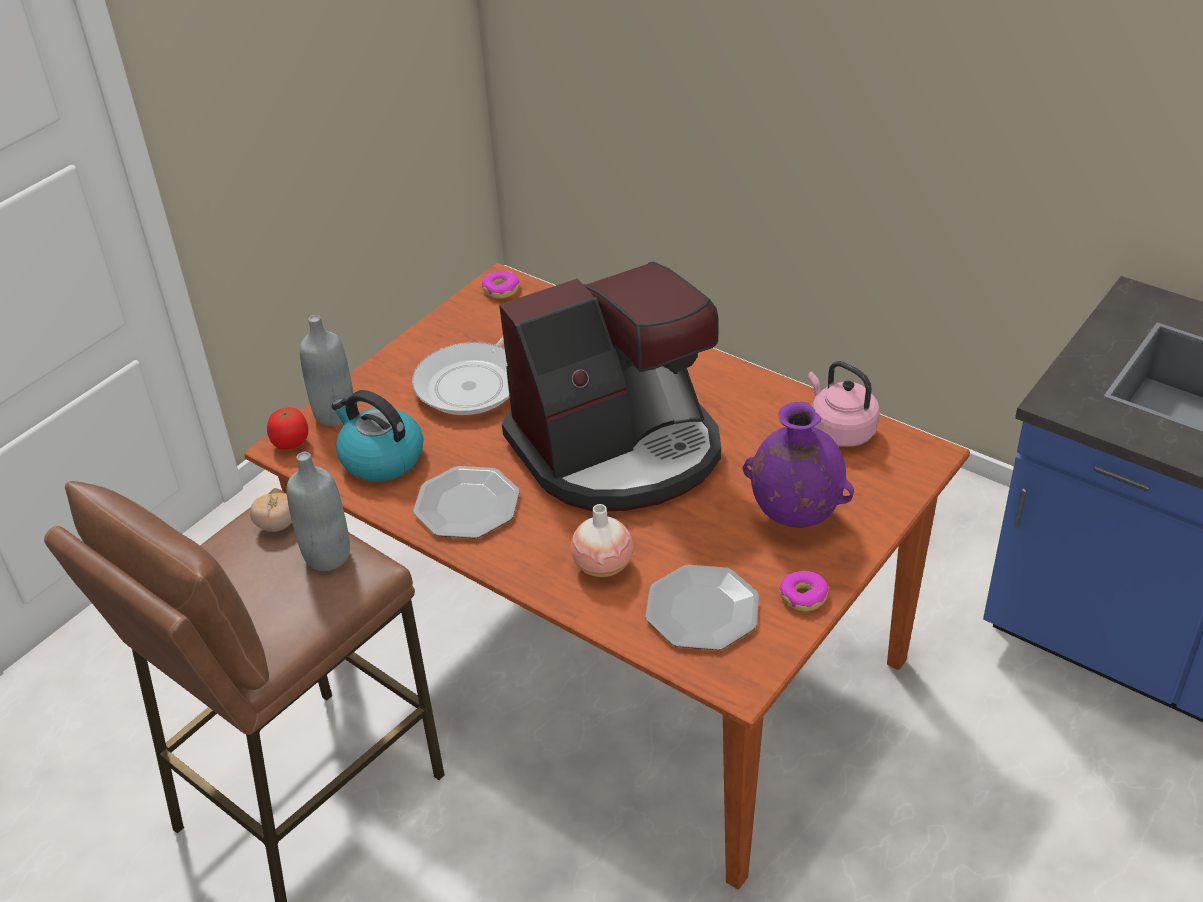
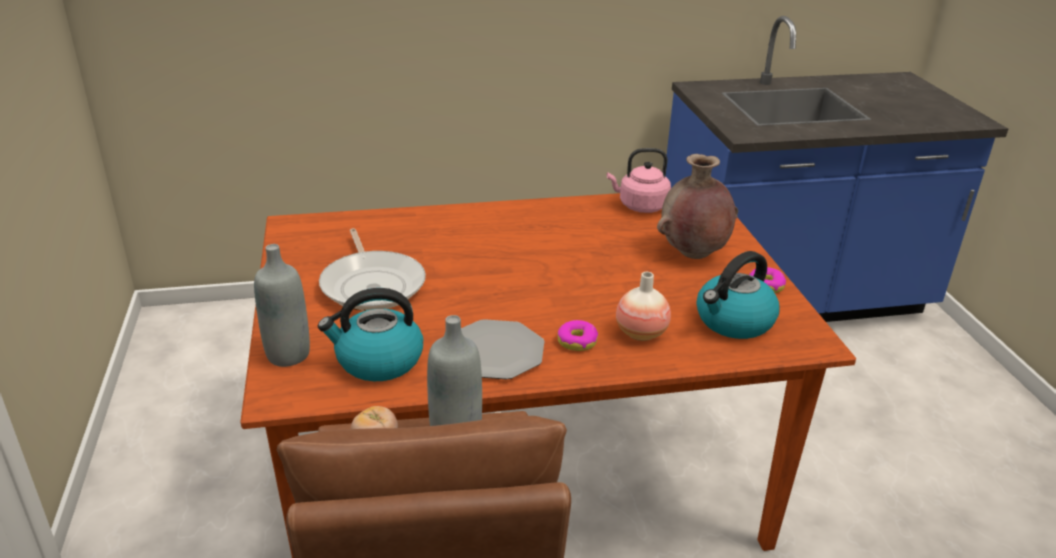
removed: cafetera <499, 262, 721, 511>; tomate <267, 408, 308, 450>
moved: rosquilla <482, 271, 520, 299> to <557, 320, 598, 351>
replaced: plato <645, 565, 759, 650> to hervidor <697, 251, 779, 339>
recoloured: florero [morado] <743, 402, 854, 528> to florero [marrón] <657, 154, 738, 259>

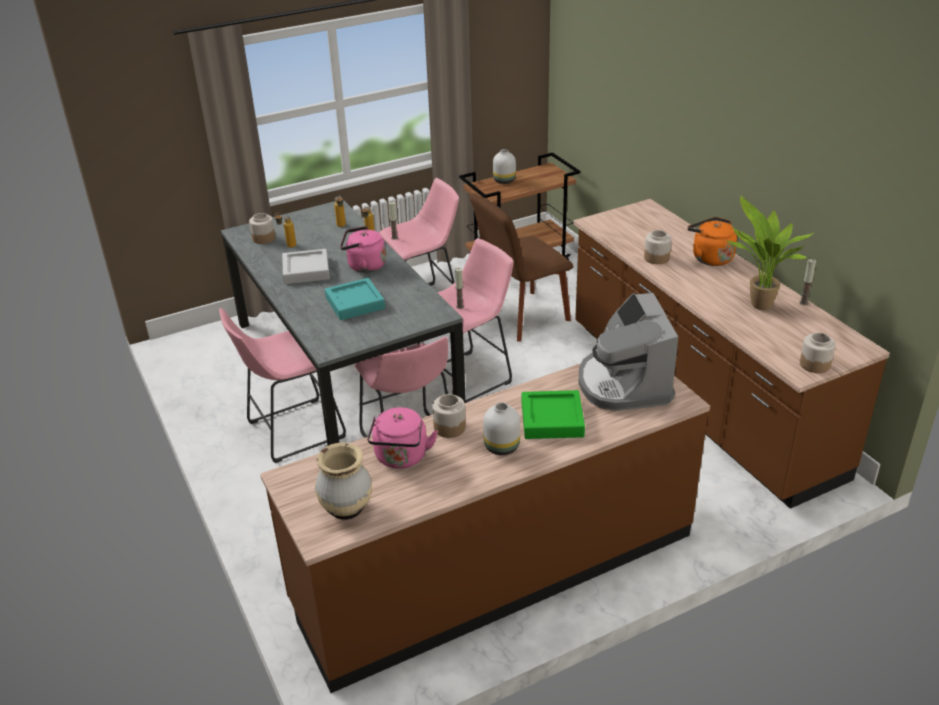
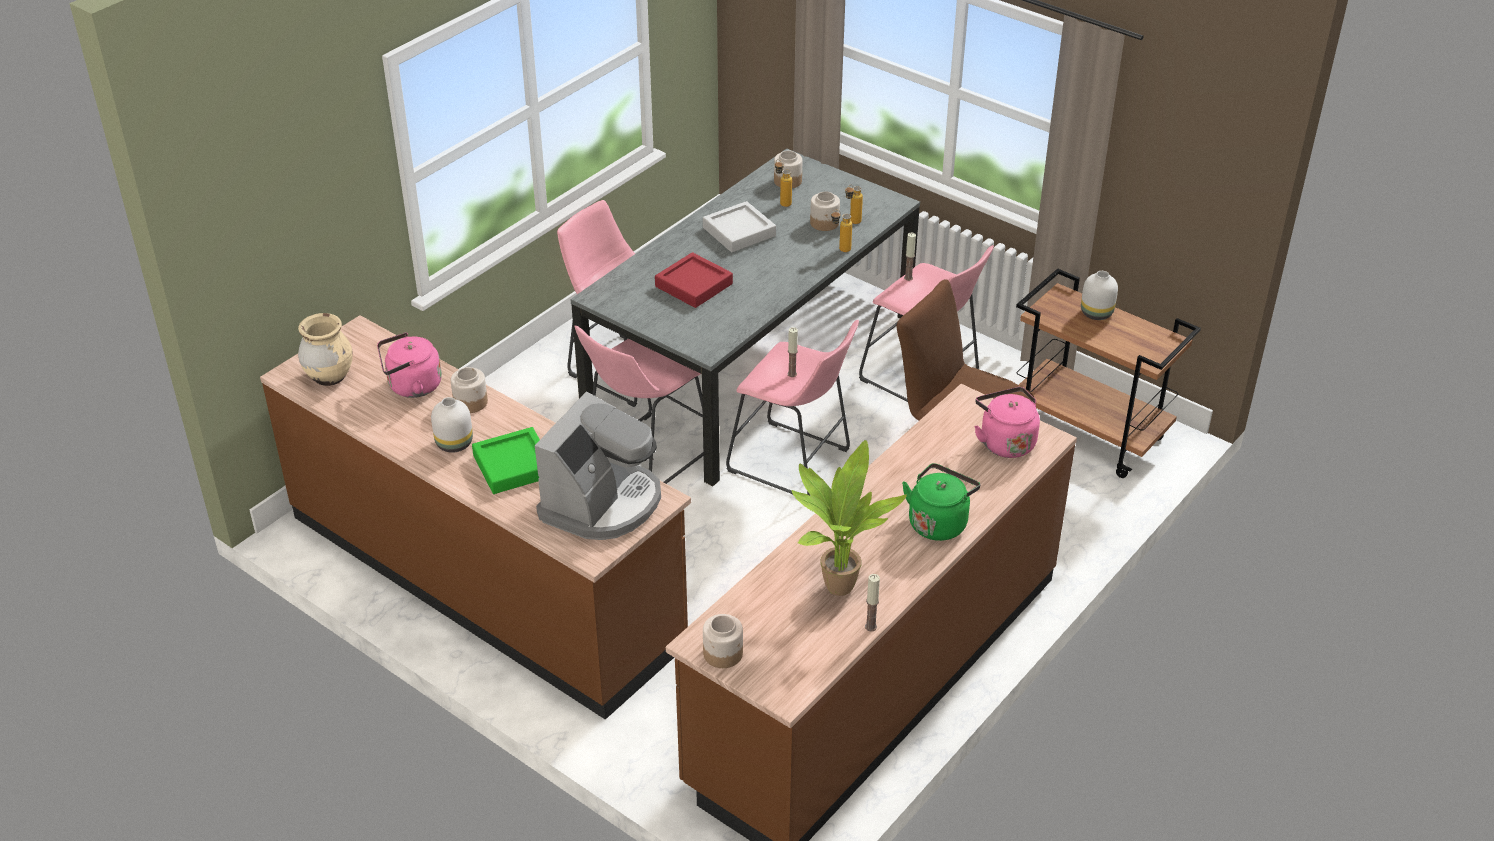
moved: hervidor [rosa] <340, 226, 386, 273> to <974, 387, 1040, 458>; tarro <644, 230, 672, 264> to <810, 192, 840, 231>
recoloured: hervidor [naranja] <687, 217, 737, 266> to hervidor [verde] <902, 463, 980, 541>; bandeja [turquesa] <325, 278, 385, 320> to bandeja [rojo] <655, 252, 733, 308>
turned: cafetera <579, 293, 678, 411> = <535, 391, 661, 540> 150 degrees clockwise

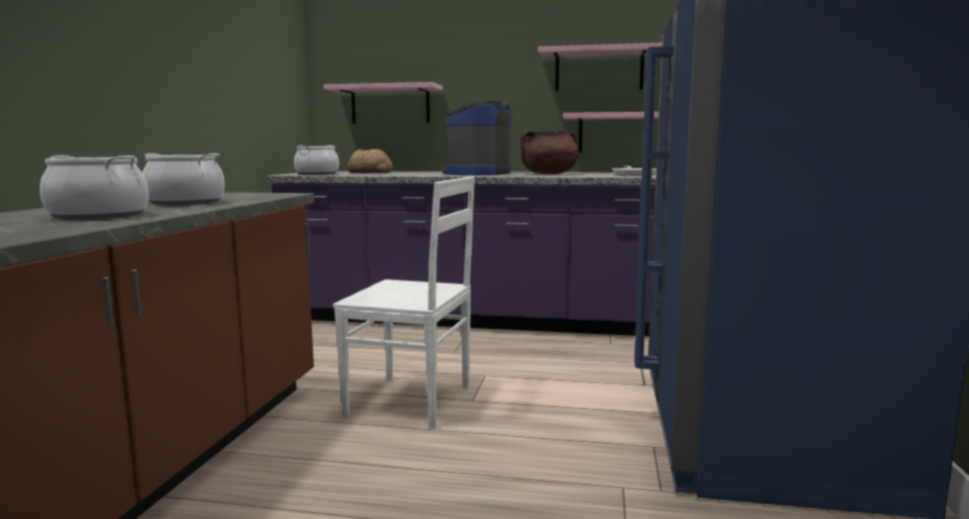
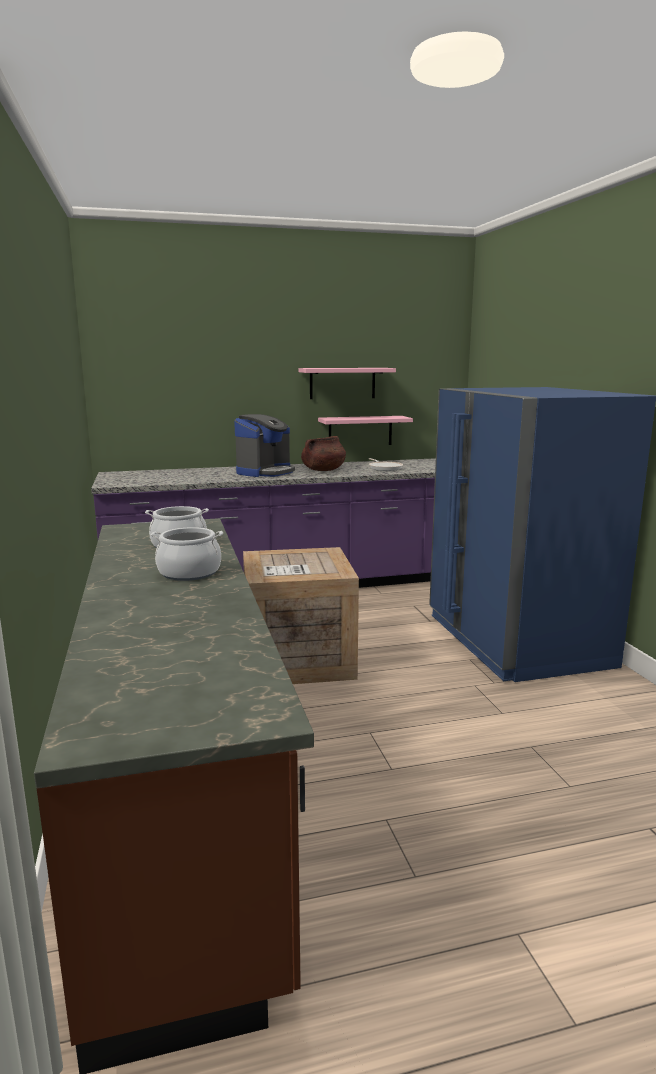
removed: estante [rosa] <323, 82, 442, 124>; olla <294, 145, 339, 175>; pan <347, 149, 393, 173>
replaced: silla [blanco] <333, 176, 475, 429> to caja de embalaje <243, 547, 359, 684>
turned: cafetera <440, 101, 512, 175> = <234, 414, 295, 477> 150 degrees counterclockwise

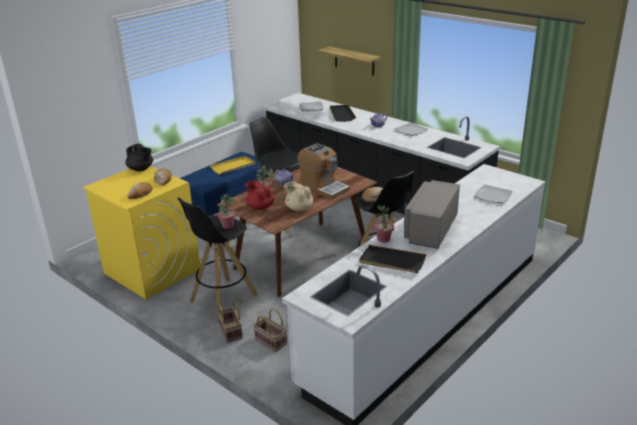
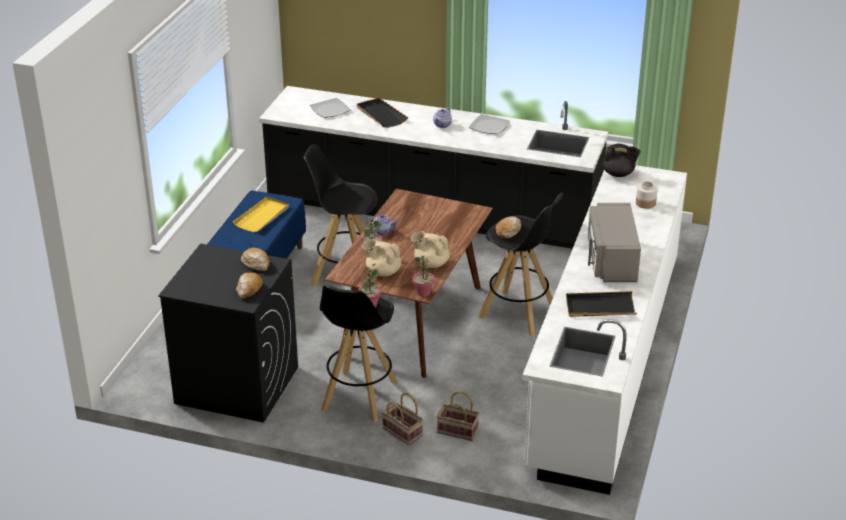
removed: estante <318, 46, 380, 76>; cafetera <297, 143, 350, 200>
moved: tetera [negro] <126, 144, 153, 171> to <603, 144, 641, 177>; planta en maceta <374, 205, 394, 243> to <412, 256, 435, 297>
replaced: plato <474, 185, 512, 203> to tarro <636, 181, 658, 209>
recoloured: lavadora [amarillo] <83, 166, 200, 300> to lavadora [negro] <158, 244, 298, 423>; tetera [rojo] <245, 180, 274, 210> to tetera [beis] <362, 239, 401, 276>

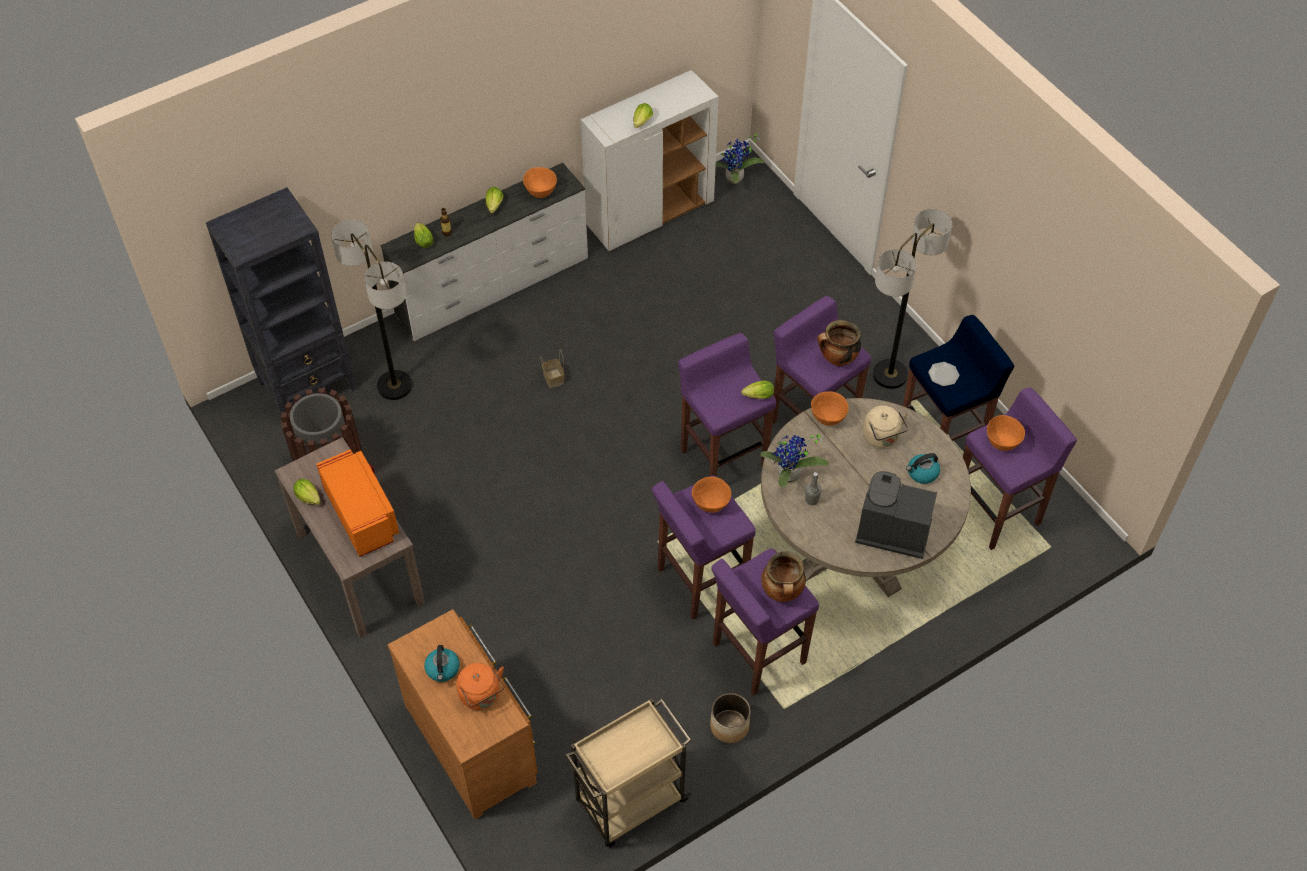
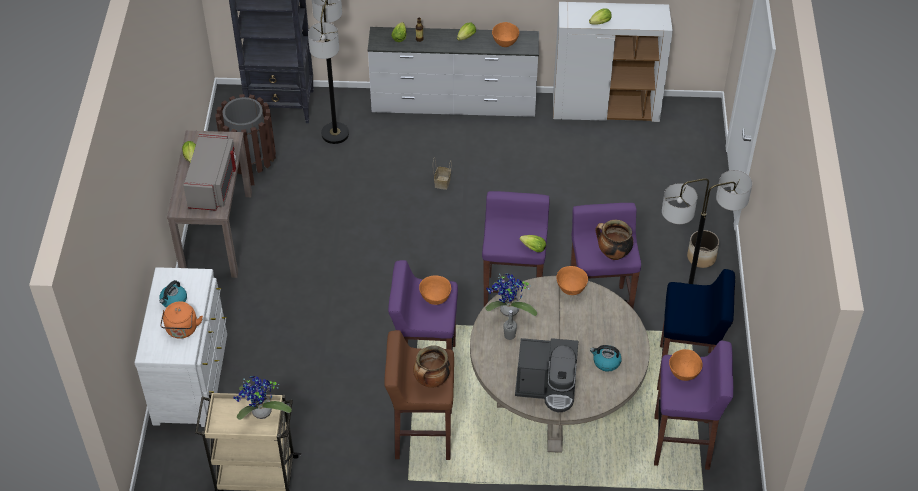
removed: plato <928, 362, 959, 386>; hervidor [beis] <863, 405, 908, 448>
moved: planta en maceta <716, 134, 764, 184> to <233, 376, 292, 420>; maceta <710, 693, 750, 743> to <687, 230, 719, 268>
recoloured: microondas [naranja] <316, 449, 399, 557> to microondas [gris] <183, 133, 237, 211>; taburete [morado] <711, 548, 819, 696> to taburete [marrón] <384, 330, 454, 460>; cómoda [marrón] <387, 609, 537, 820> to cómoda [blanco] <134, 267, 227, 427>
turned: cafetera <855, 471, 937, 559> = <515, 338, 578, 412> 135 degrees clockwise

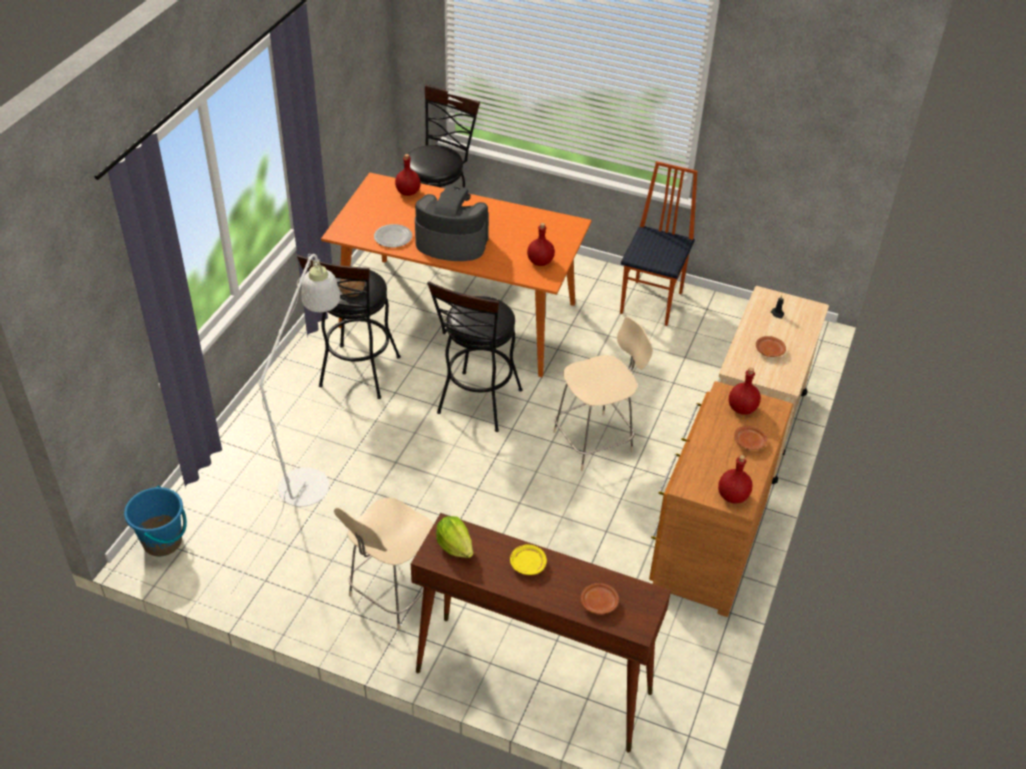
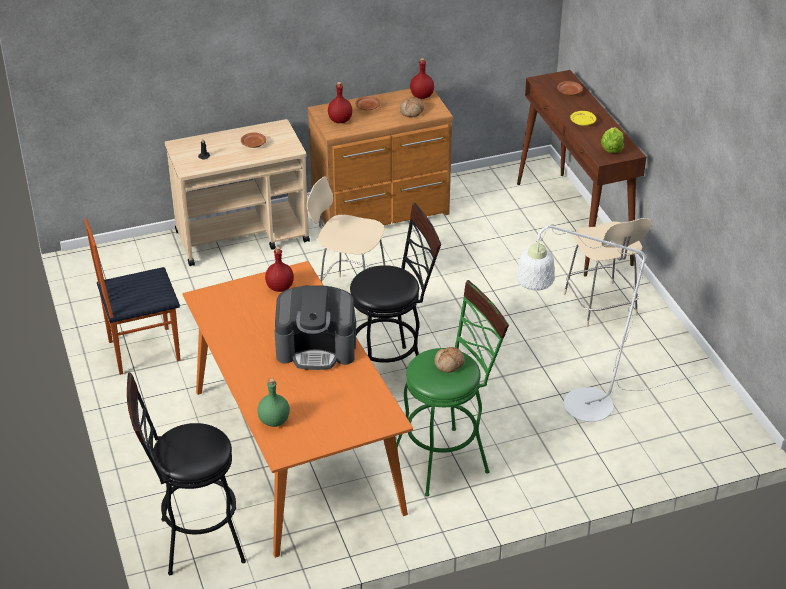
removed: plato <374, 224, 412, 247>; cubo [azul] <124, 485, 187, 557>
added: pan <400, 97, 424, 117>
recoloured: botella [rojo] <395, 154, 421, 196> to botella [verde] <257, 378, 290, 427>; taburete [negro] <297, 255, 400, 399> to taburete [verde] <396, 280, 509, 497>
turned: cafetera <415, 186, 489, 261> = <274, 285, 356, 370> 60 degrees counterclockwise; silla [beis] <334, 497, 433, 630> = <564, 218, 651, 327> 75 degrees clockwise

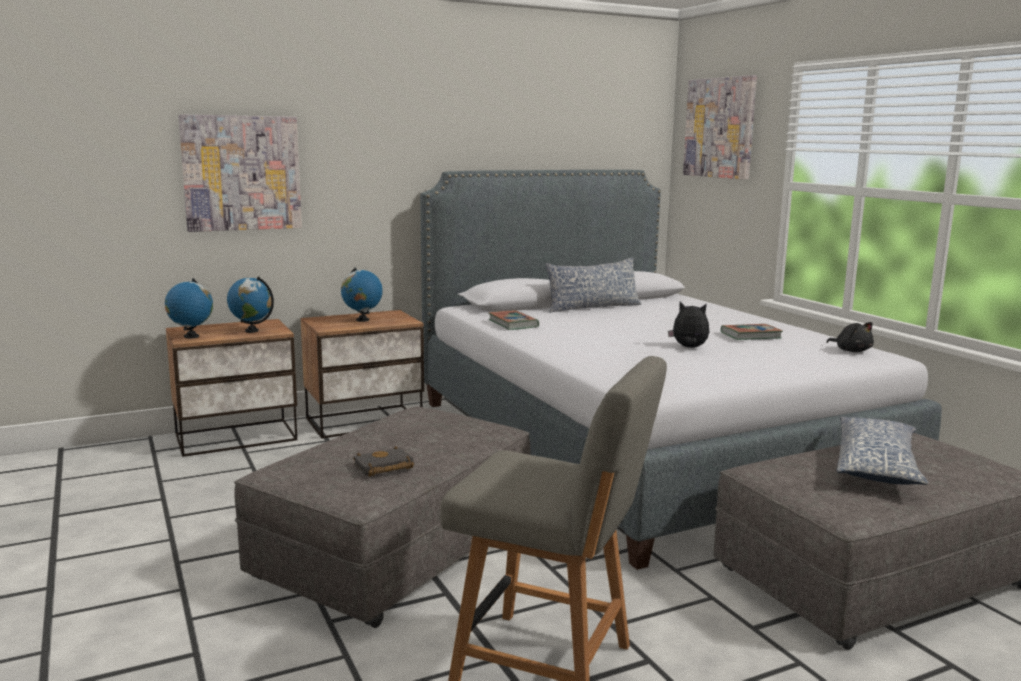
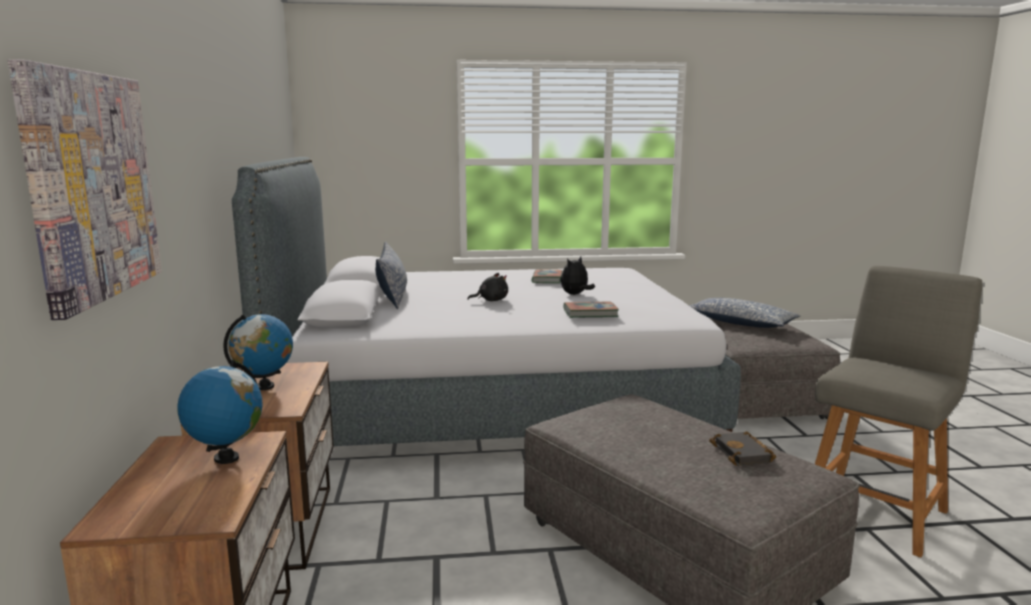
removed: cuadro <683, 75, 757, 179>; globo terráqueo <165, 278, 213, 338>
moved: libro <489, 311, 539, 330> to <564, 301, 619, 318>; peluche [negro] <826, 322, 874, 352> to <467, 273, 508, 301>

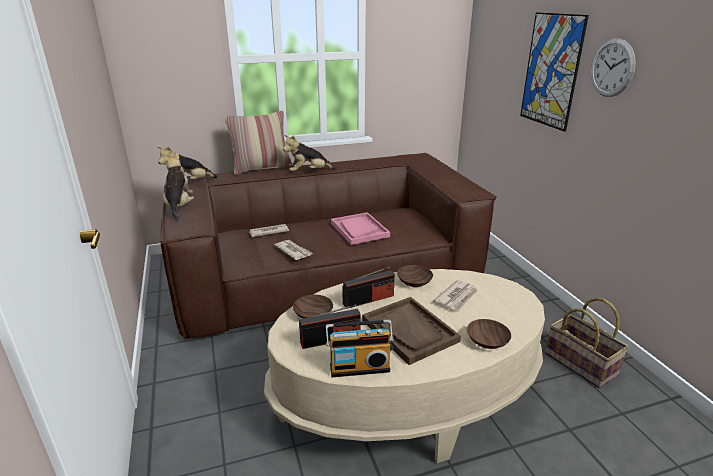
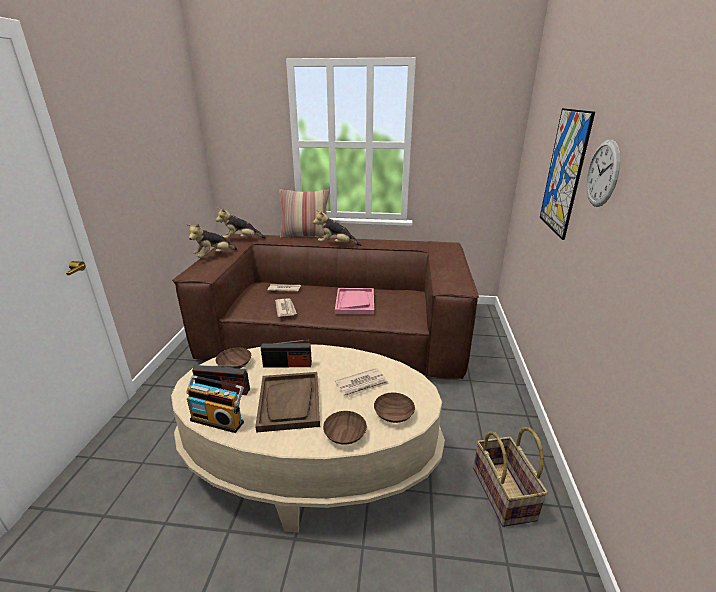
moved: cuenco [marrón] <397, 265, 433, 287> to <374, 393, 415, 423>
turned: peluche <163, 153, 194, 221> = <187, 223, 237, 258> 150 degrees counterclockwise

